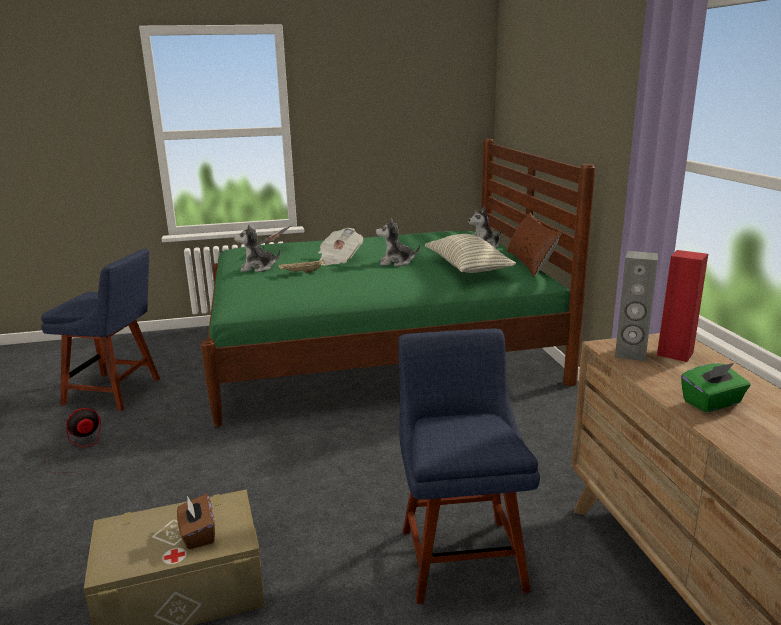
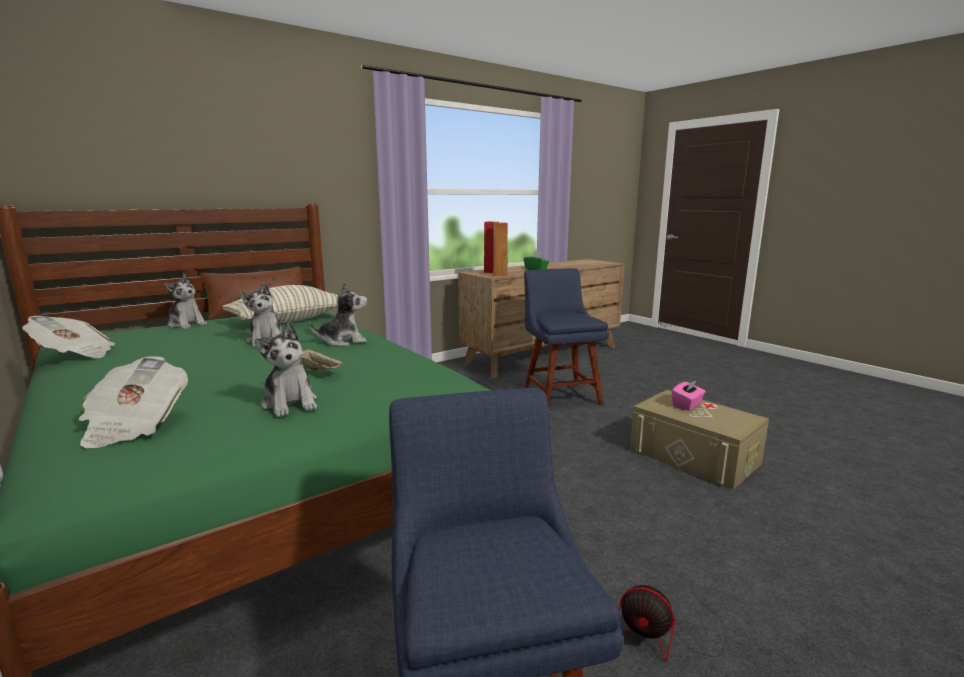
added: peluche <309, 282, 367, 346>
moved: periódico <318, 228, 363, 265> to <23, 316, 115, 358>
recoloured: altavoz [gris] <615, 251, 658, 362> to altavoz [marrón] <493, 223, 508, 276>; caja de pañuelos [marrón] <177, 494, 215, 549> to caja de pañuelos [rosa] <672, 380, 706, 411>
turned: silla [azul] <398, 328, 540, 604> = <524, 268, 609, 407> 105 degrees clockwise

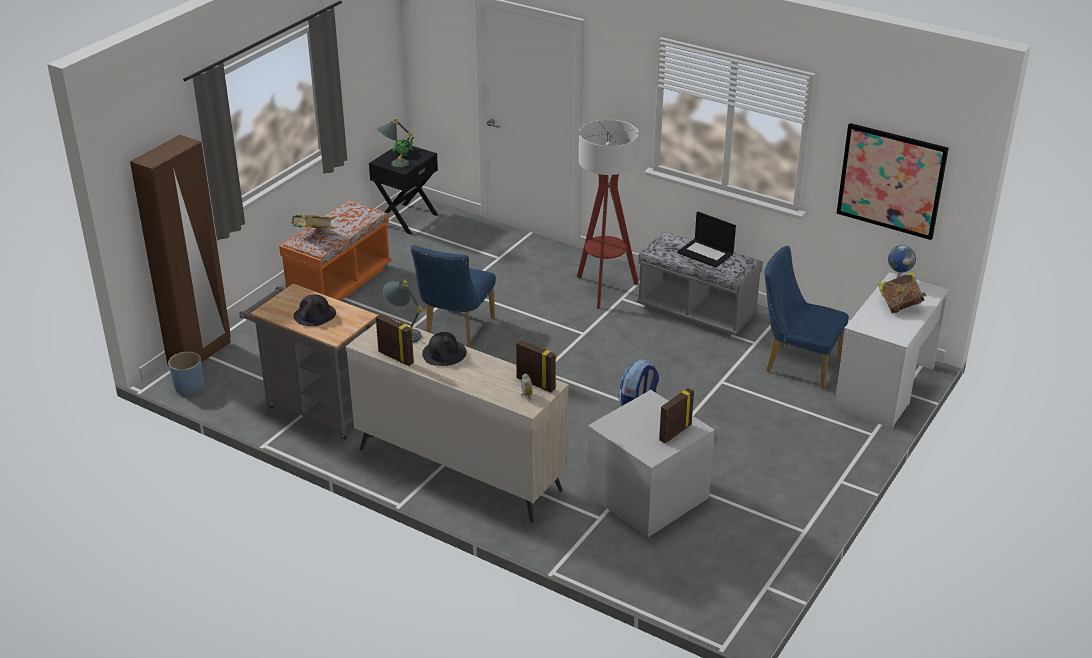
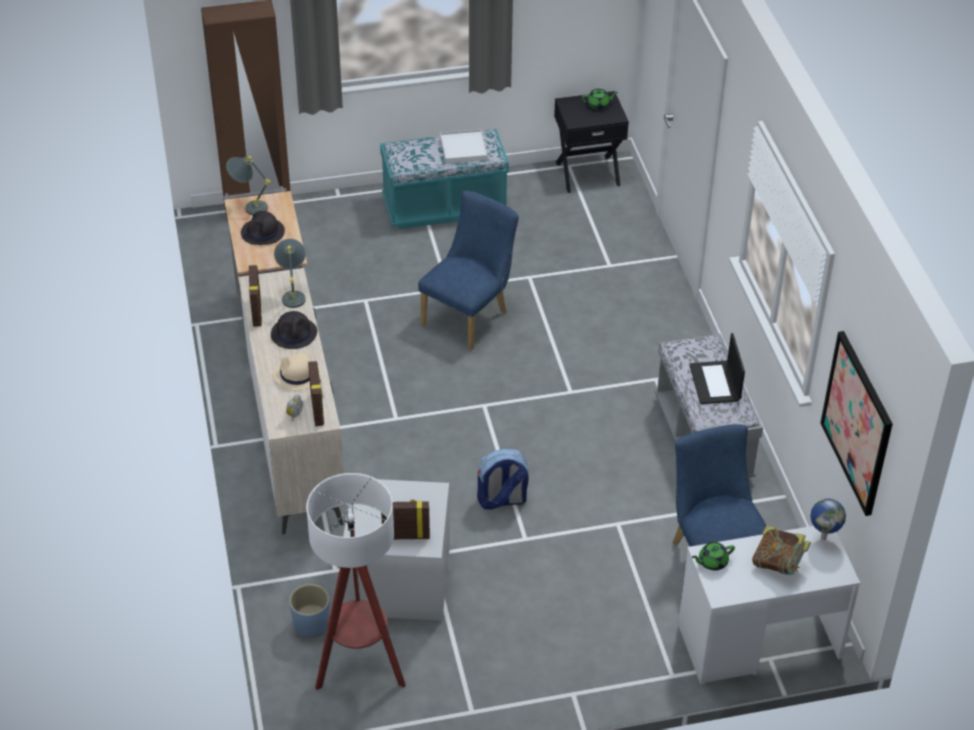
removed: libro <290, 215, 334, 229>
added: bandeja [blanco] <440, 129, 488, 164>; sombrero [beis] <273, 352, 321, 390>; tetera [verde] <692, 542, 735, 571>
moved: lámpara de mesa [gris] <377, 118, 412, 168> to <226, 156, 271, 215>; lámpara de pie <577, 119, 639, 309> to <306, 473, 406, 690>; maceta [azul] <168, 352, 204, 396> to <289, 584, 330, 638>
recoloured: banco [naranja] <279, 200, 392, 301> to banco [turquesa] <380, 129, 509, 229>
turned: silla [azul] <411, 245, 496, 348> = <418, 191, 519, 351> 150 degrees clockwise

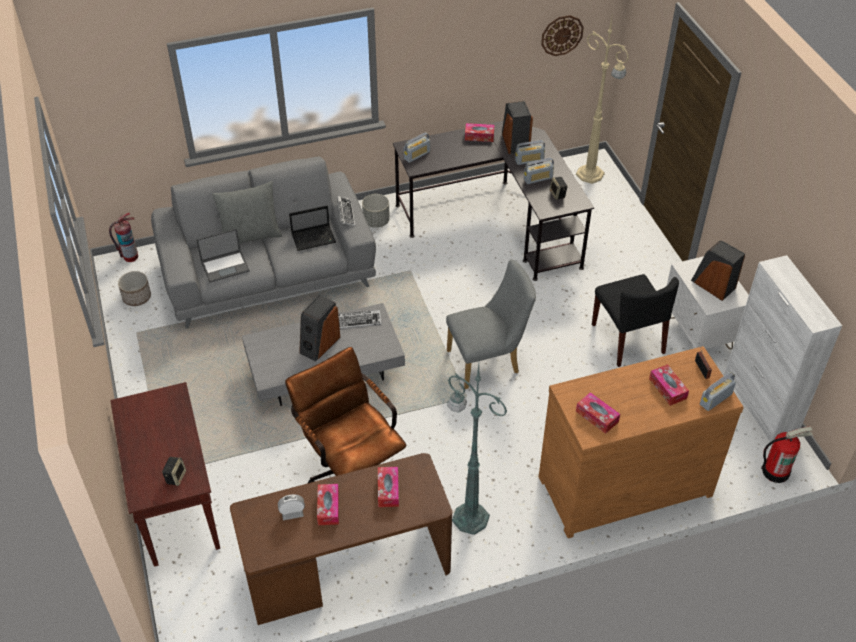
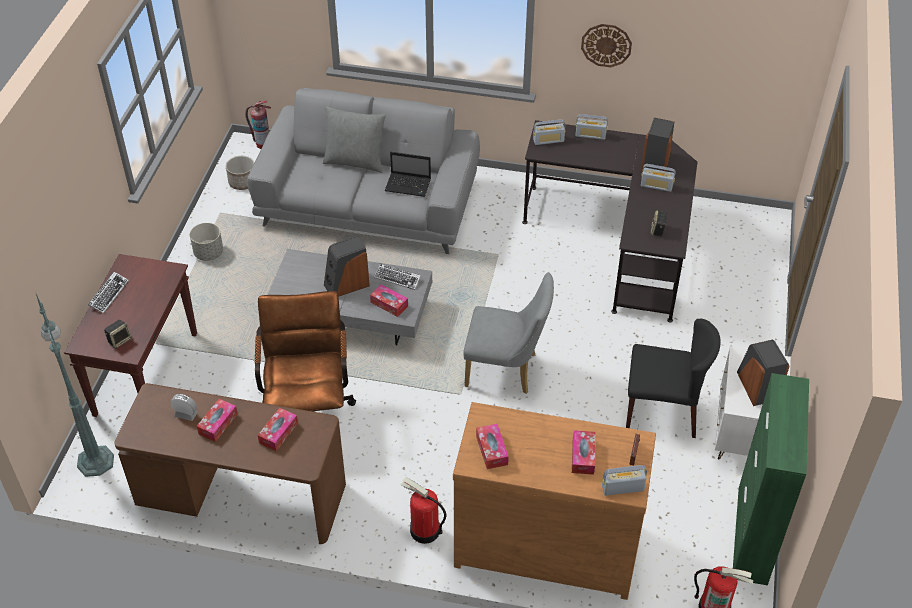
removed: lámpara de pie [beis] <576, 18, 629, 184>; portátil <196, 229, 250, 283>
added: extintor <400, 477, 447, 544>
moved: reloj de pared <541, 15, 584, 56> to <581, 24, 632, 67>; caja de pañuelos <465, 123, 494, 142> to <370, 285, 408, 317>; radio <524, 158, 554, 184> to <576, 114, 608, 140>; maceta [gris] <362, 194, 390, 228> to <190, 223, 223, 261>; teclado <337, 196, 355, 226> to <88, 272, 129, 314>; lámpara de pie [verde] <447, 364, 507, 535> to <36, 294, 114, 477>
recoloured: armario [blanco] <725, 255, 842, 442> to armario [verde] <733, 373, 809, 586>
turned: silla [negro] <592, 274, 679, 367> = <626, 319, 721, 438> 90 degrees counterclockwise

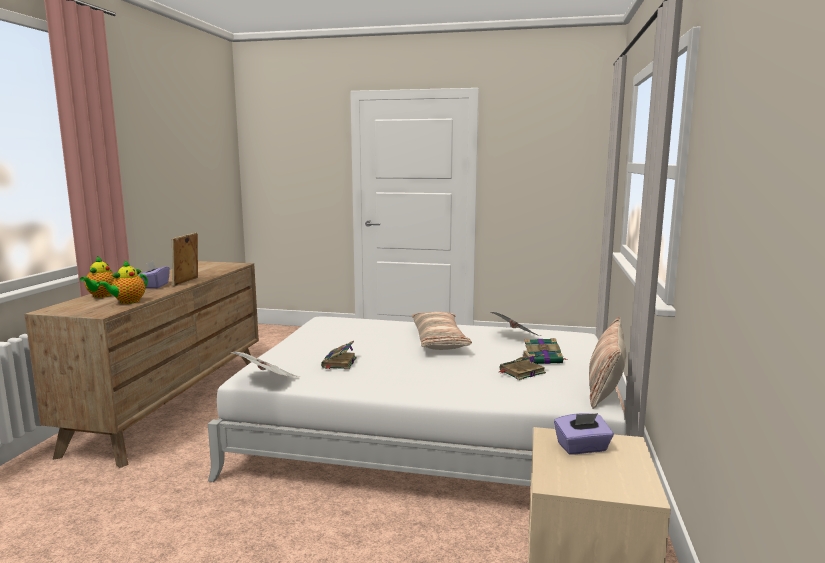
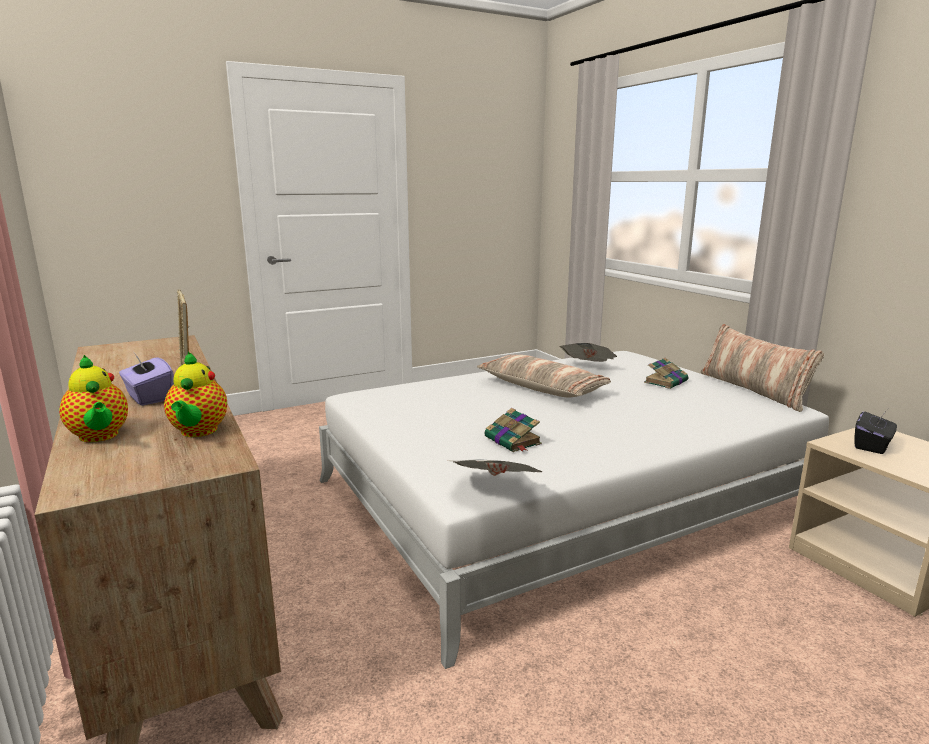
removed: libro <499, 353, 546, 380>
recoloured: caja de pañuelos [morado] <554, 413, 614, 454> to caja de pañuelos [negro] <854, 409, 897, 454>

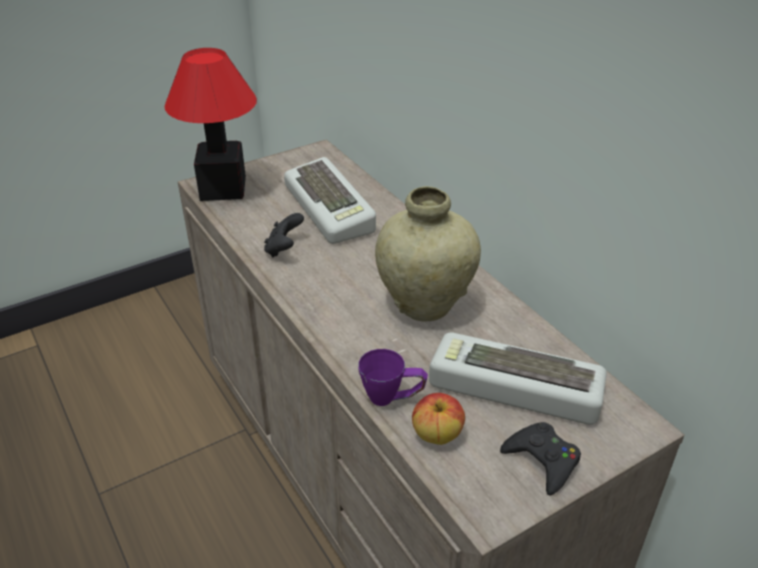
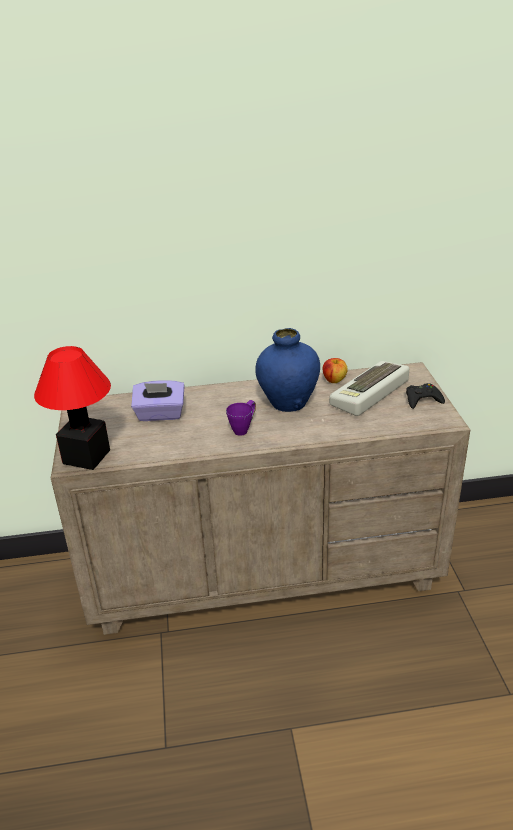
removed: mando de consola [negro] <264, 213, 304, 258>
moved: taza grande [morado] <358, 349, 428, 406> to <226, 400, 256, 436>; manzana <412, 393, 465, 445> to <322, 358, 348, 383>
replaced: teclado <284, 157, 376, 244> to caja de pañuelos [morado] <131, 380, 185, 421>
recoloured: florero [beis] <375, 186, 481, 322> to florero [azul] <255, 328, 320, 412>

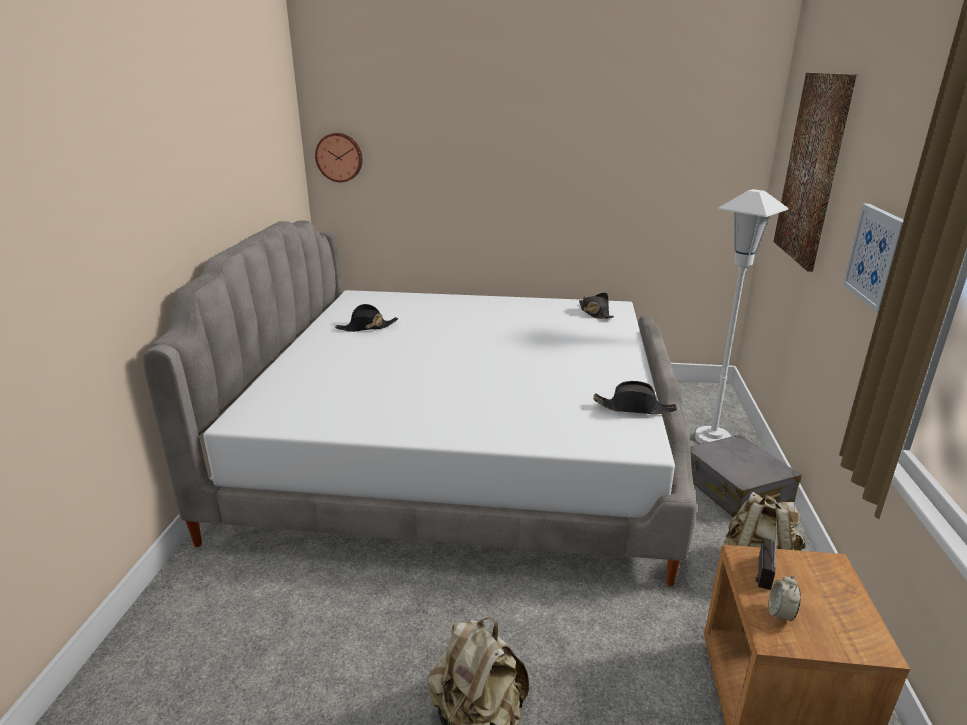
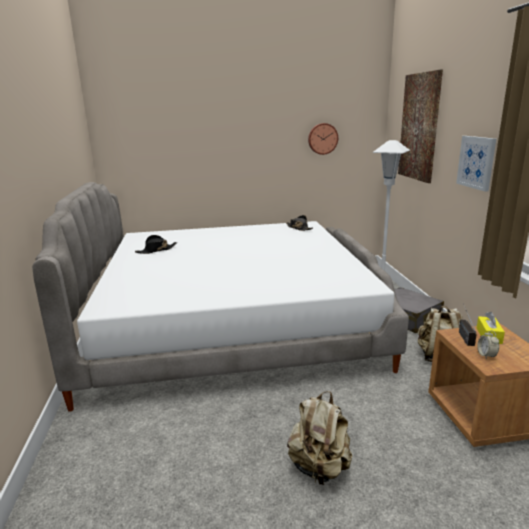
removed: sombrero [negro] <593, 381, 677, 414>
added: caja de pañuelos [amarillo] <477, 312, 505, 344>
moved: reloj de pared <315, 133, 363, 182> to <308, 123, 338, 155>

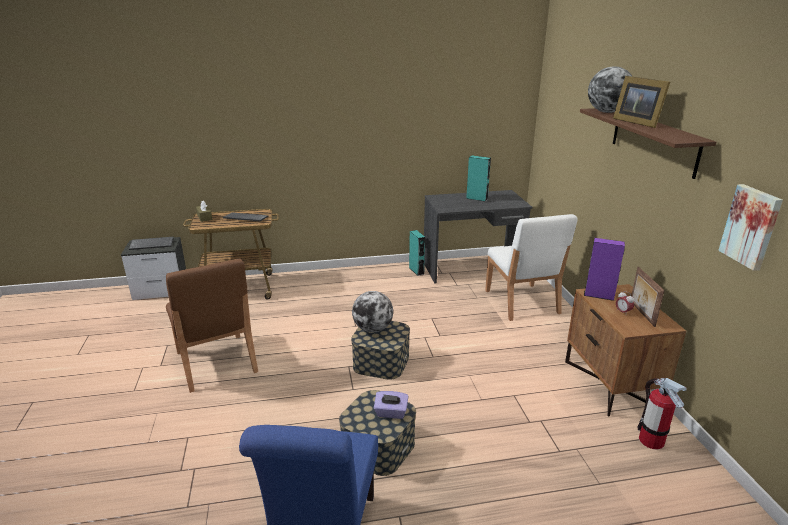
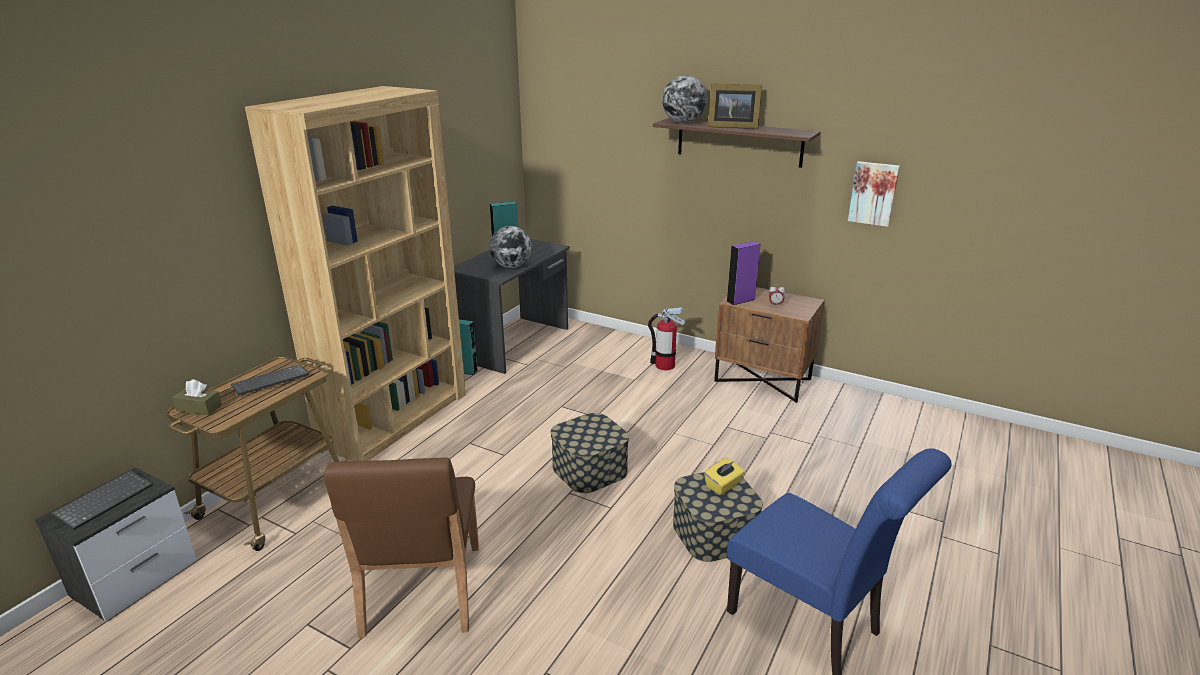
removed: silla [blanco] <485, 214, 577, 321>; portarretratos <631, 267, 665, 327>
added: estantería [marrón] <245, 86, 466, 461>
moved: globo terráqueo <352, 291, 393, 332> to <490, 226, 532, 268>; extintor <637, 378, 686, 450> to <648, 307, 685, 370>
recoloured: caja de pañuelos [morado] <374, 391, 409, 419> to caja de pañuelos [amarillo] <704, 458, 745, 495>
turned: silla [marrón] <166, 258, 258, 393> = <324, 458, 479, 638> 75 degrees clockwise

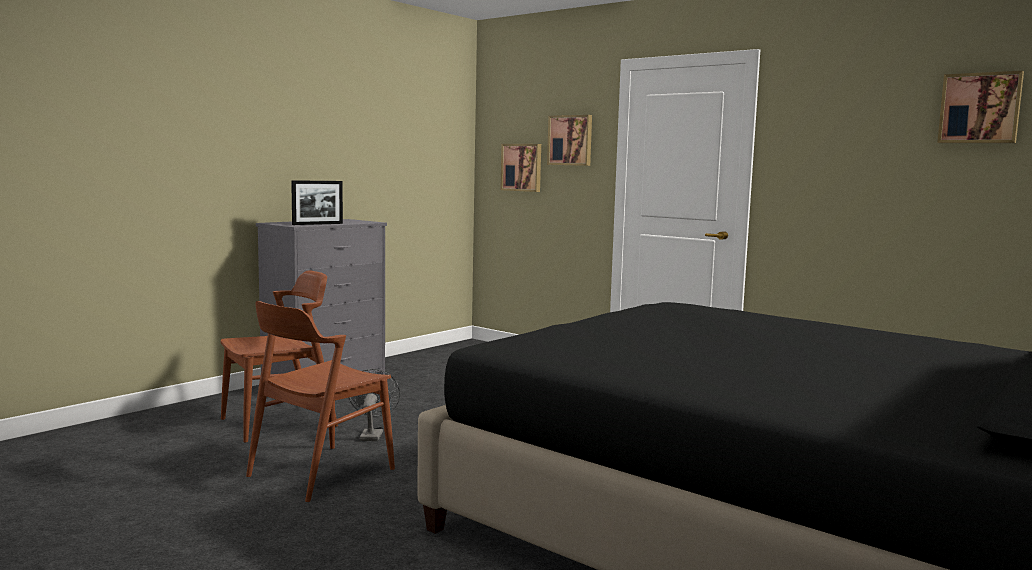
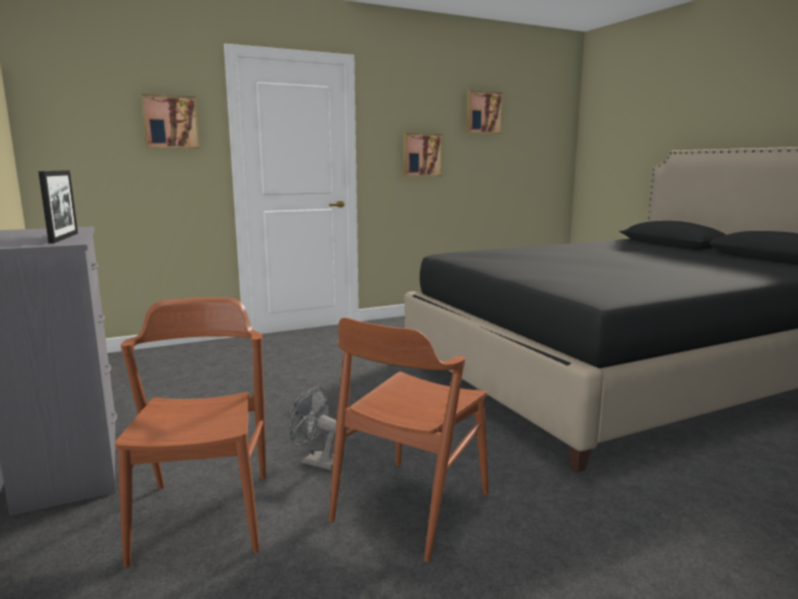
moved: cuadro <500, 144, 541, 192> to <403, 133, 443, 177>
turned: silla [marrón] <246, 301, 395, 502> = <329, 318, 489, 562> 60 degrees clockwise

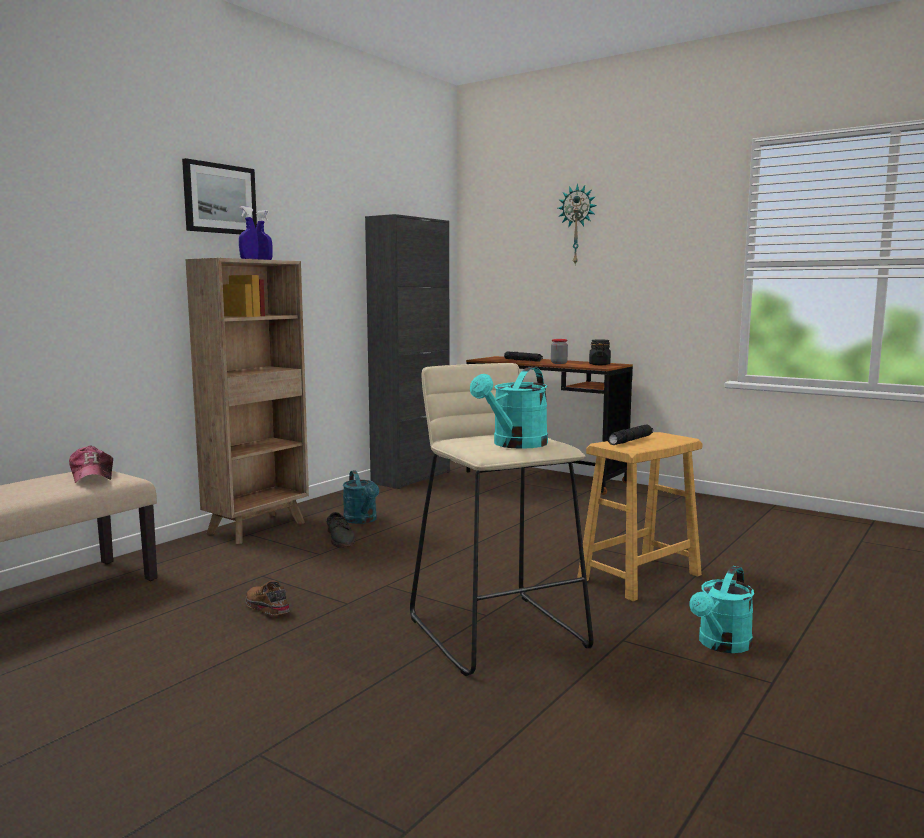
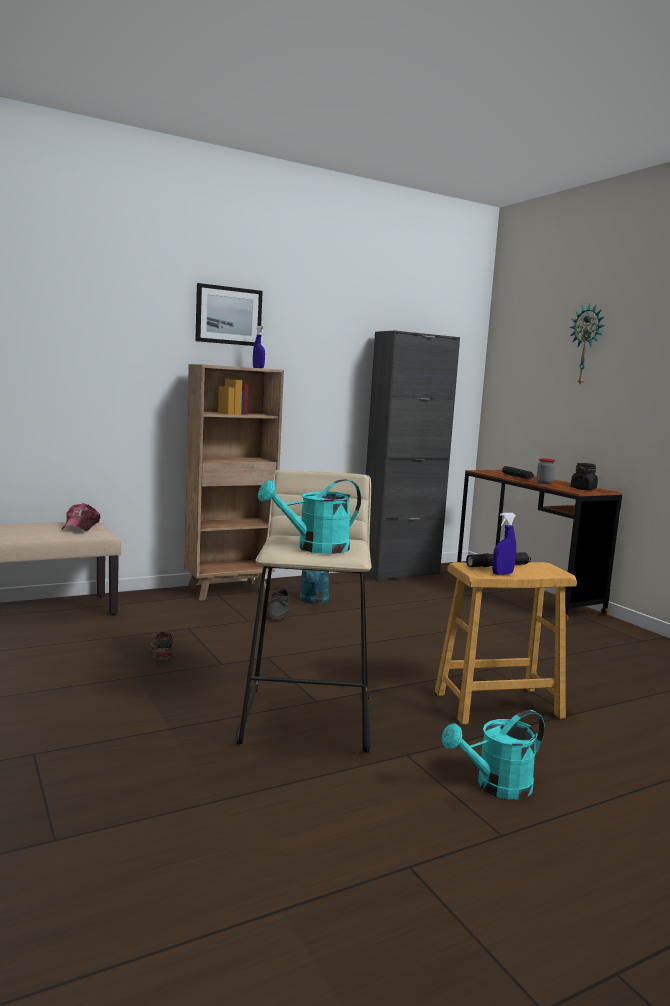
moved: pulverizador [azul] <239, 206, 258, 259> to <492, 512, 516, 575>

